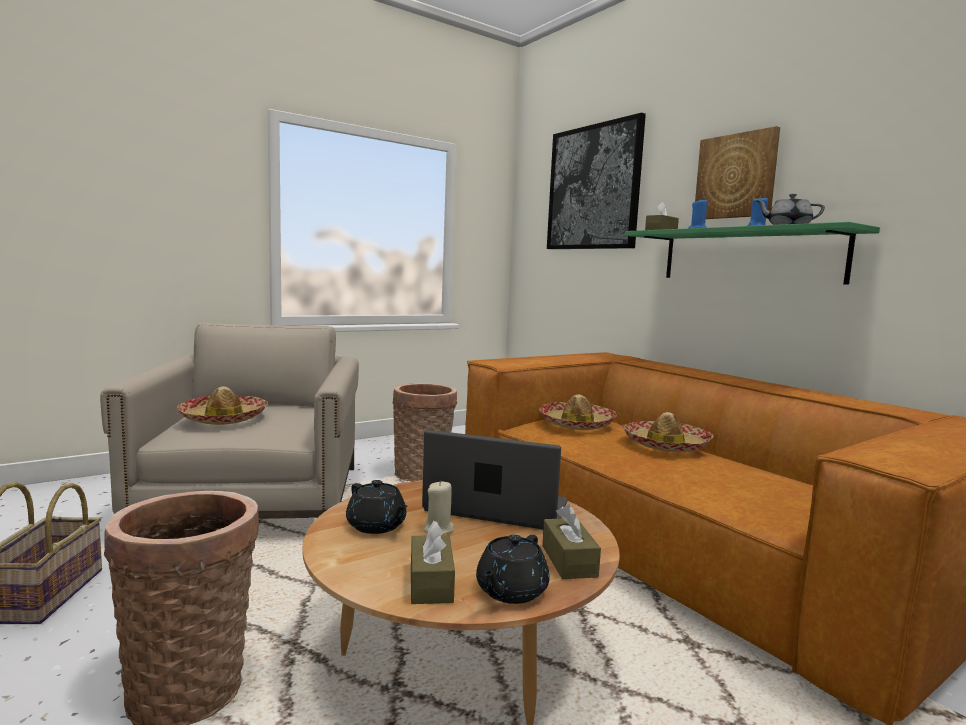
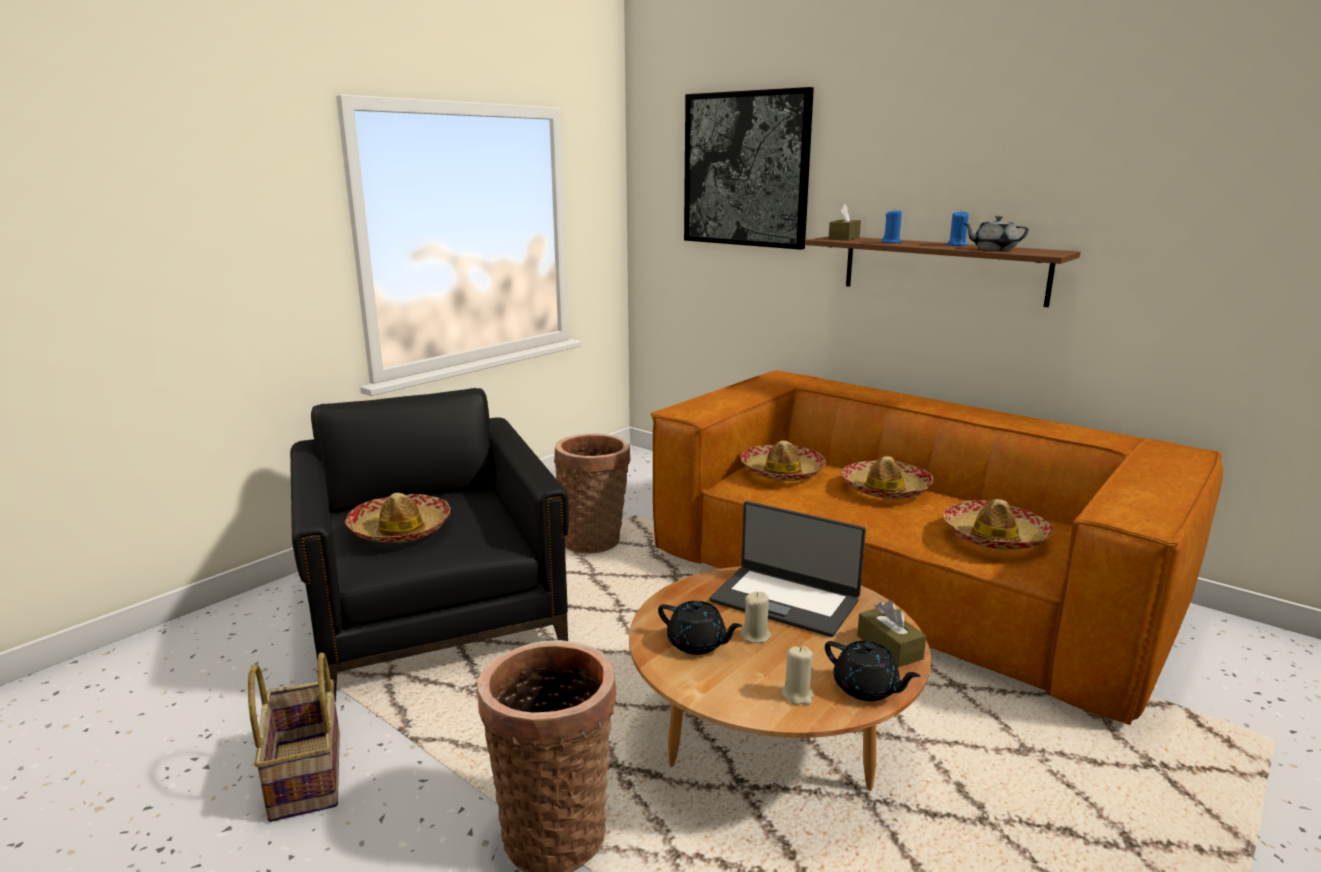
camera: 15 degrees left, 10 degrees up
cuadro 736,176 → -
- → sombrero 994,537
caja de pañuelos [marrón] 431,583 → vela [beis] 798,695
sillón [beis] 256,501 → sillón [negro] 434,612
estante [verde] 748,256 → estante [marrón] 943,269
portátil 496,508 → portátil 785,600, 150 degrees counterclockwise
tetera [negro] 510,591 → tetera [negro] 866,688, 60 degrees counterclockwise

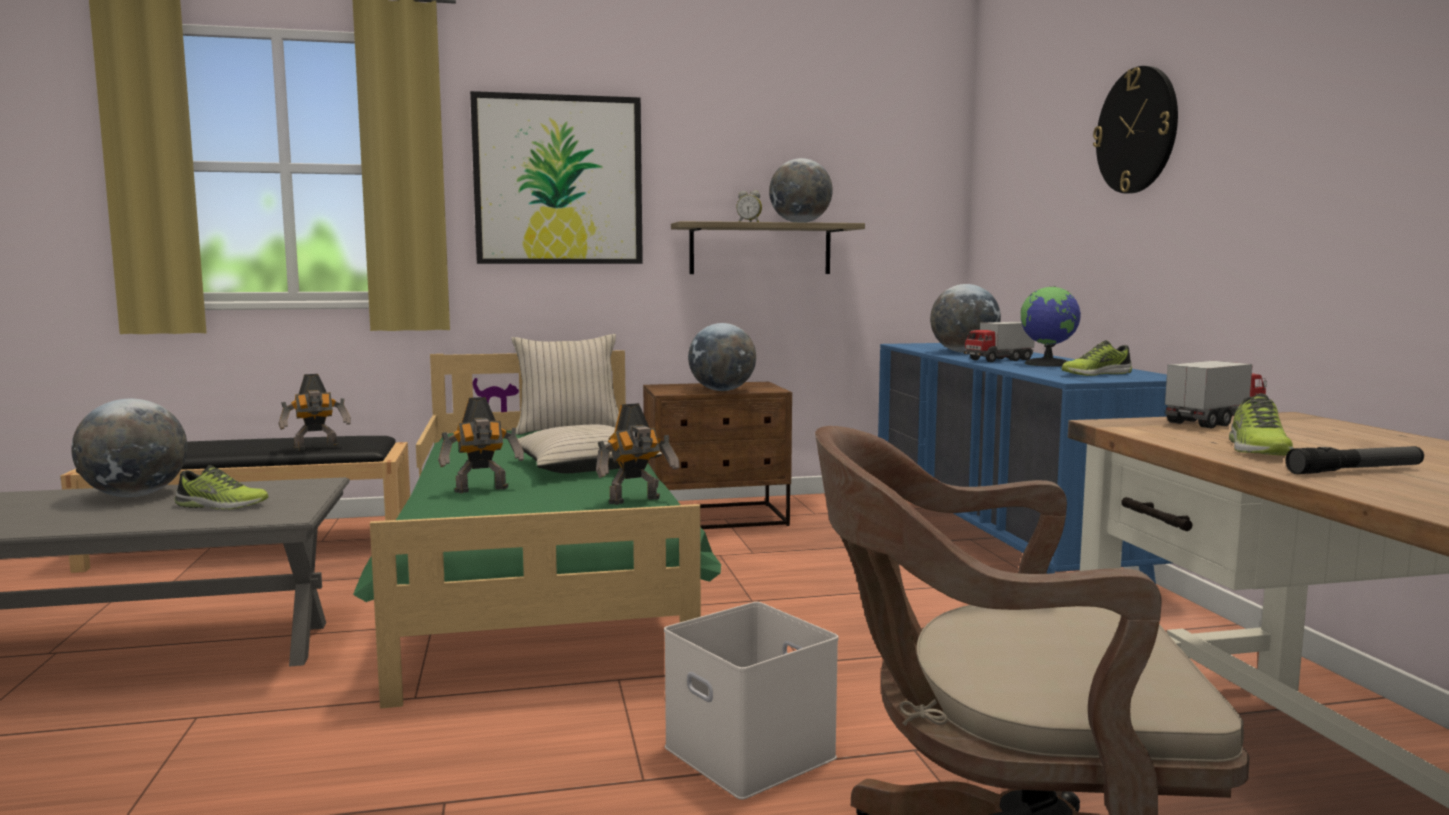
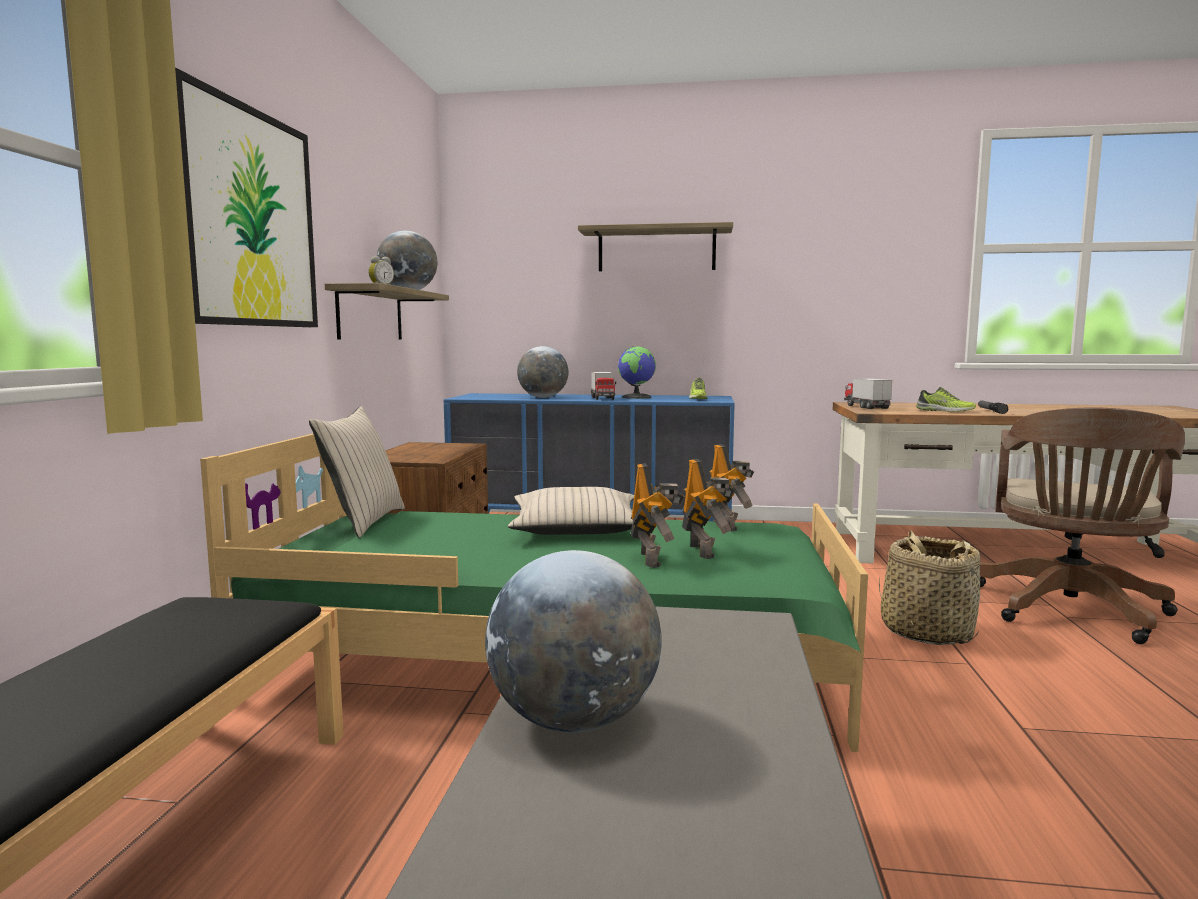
camera: 70 degrees left, 0 degrees up
zapato 221,505 → -
globo terráqueo 722,390 → -
robot de juguete 317,448 → robot de juguete 704,551, move
caja de almacenaje [blanco] 753,752 → cesta 926,632
reloj de pared 1137,130 → estante 656,250

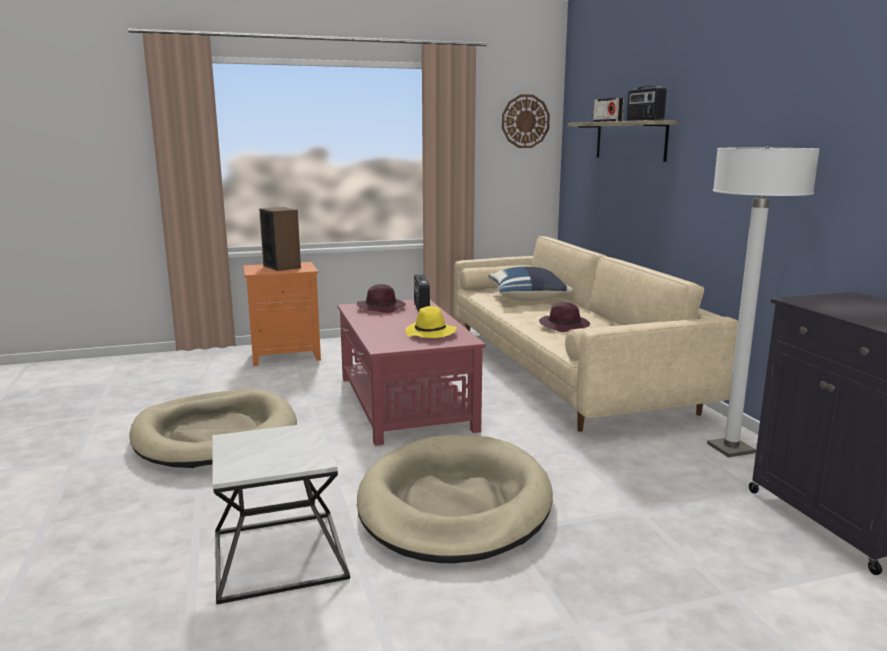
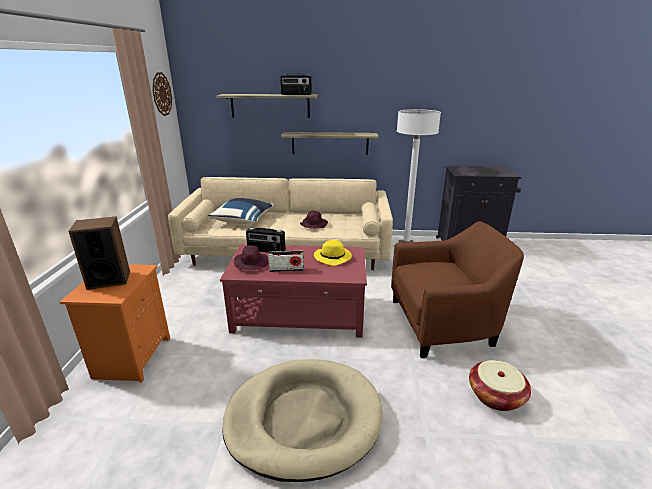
camera: 70 degrees left, 10 degrees up
- → estante 330,143
radio 607,121 → radio 286,269, move
mesa auxiliar 278,555 → cesta 495,396
cama para perro [beis] 454,504 → sillón [marrón] 444,323

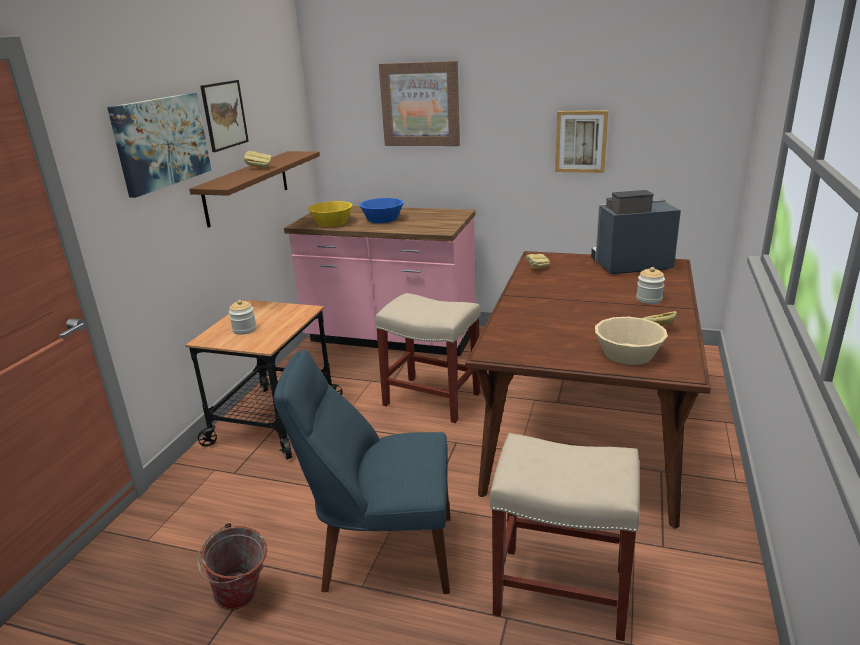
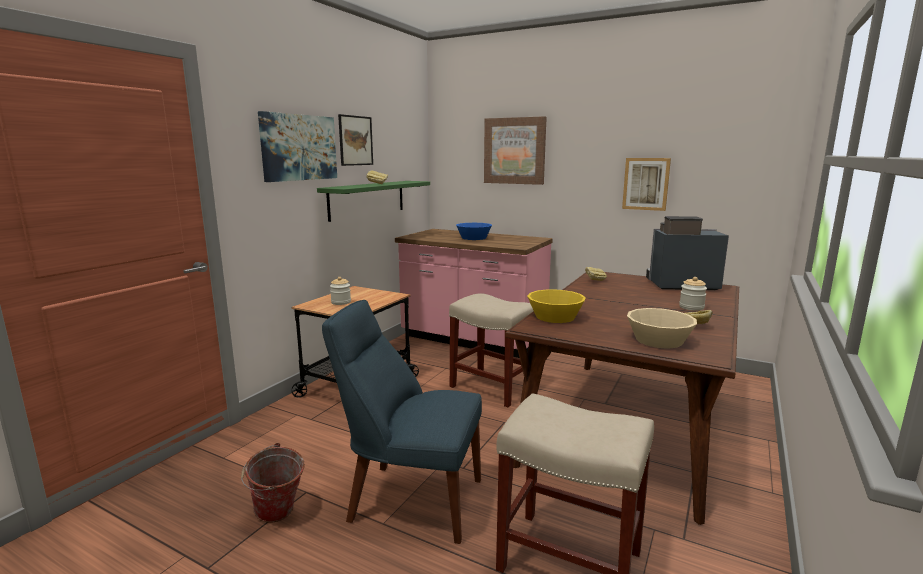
camera: 10 degrees right, 10 degrees down
cuenco [amarillo] 331,222 → cuenco [amarillo] 555,316, move
estante [marrón] 247,187 → estante [verde] 367,199

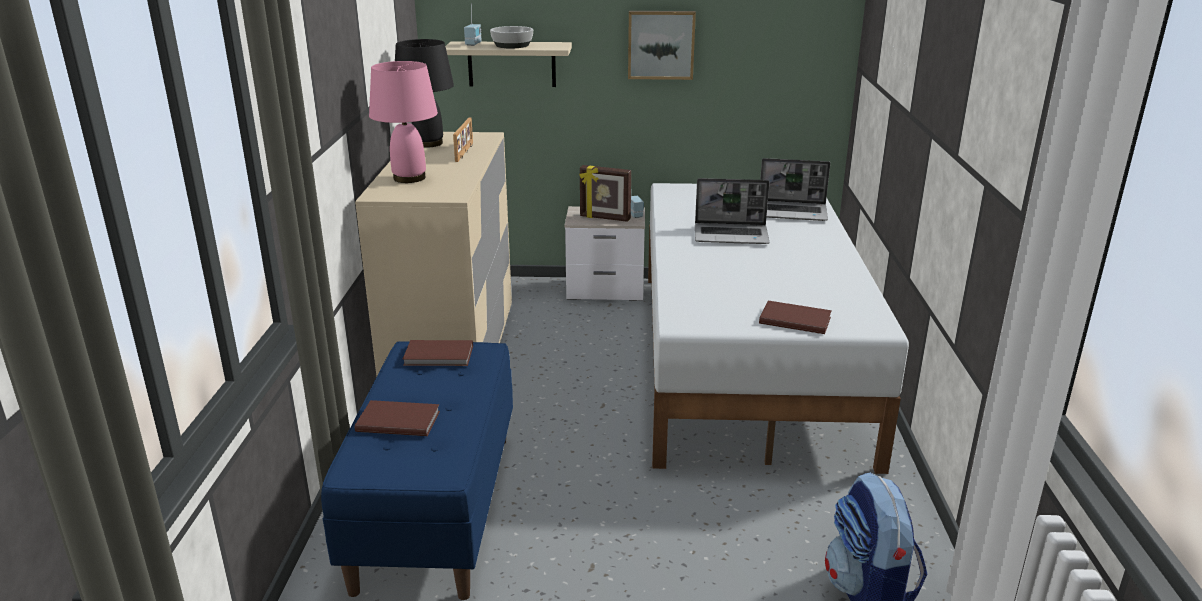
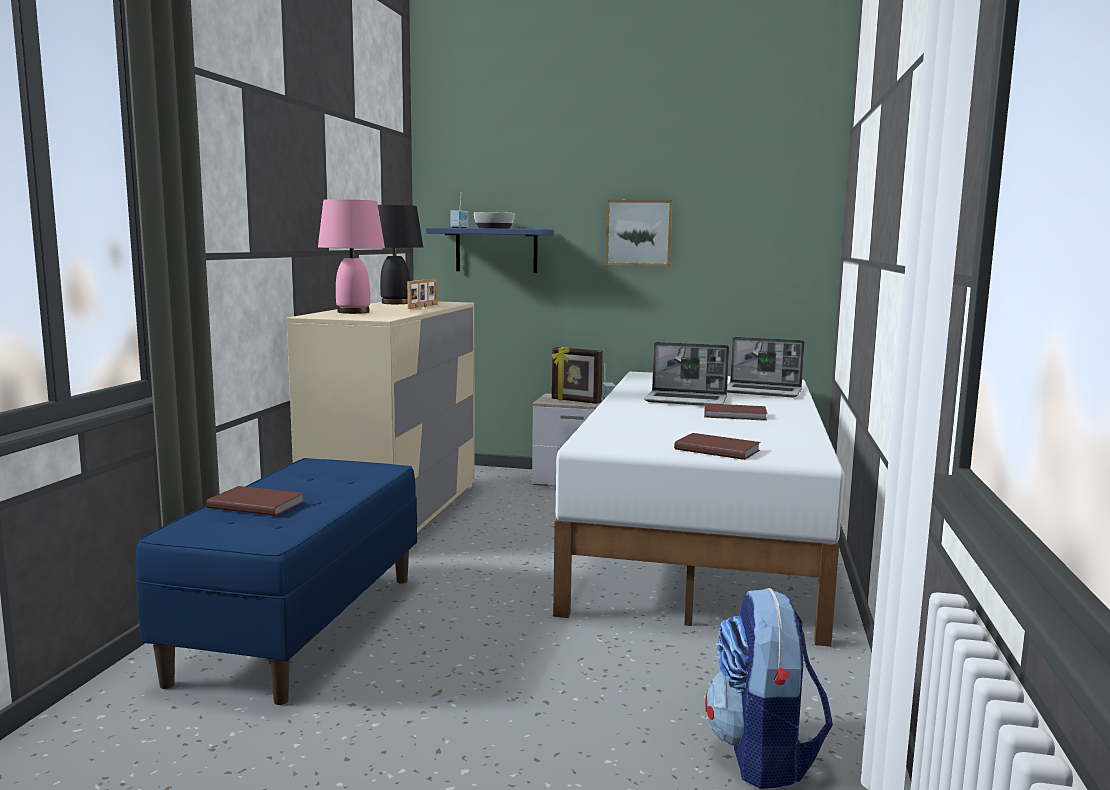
camera: 10 degrees right, 15 degrees down
libro [marrón] 439,356 → libro [marrón] 735,415, move
estante [beis] 511,64 → estante [azul] 496,250

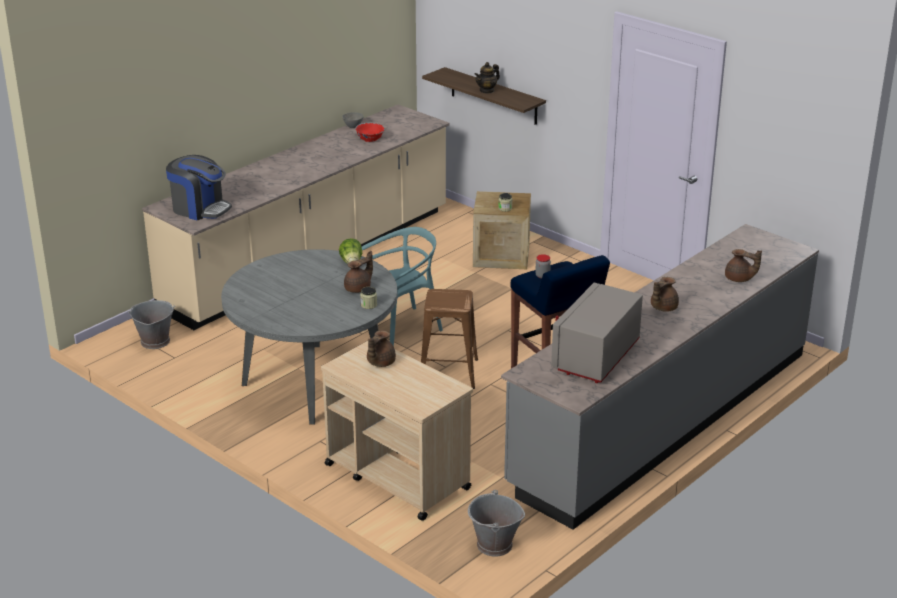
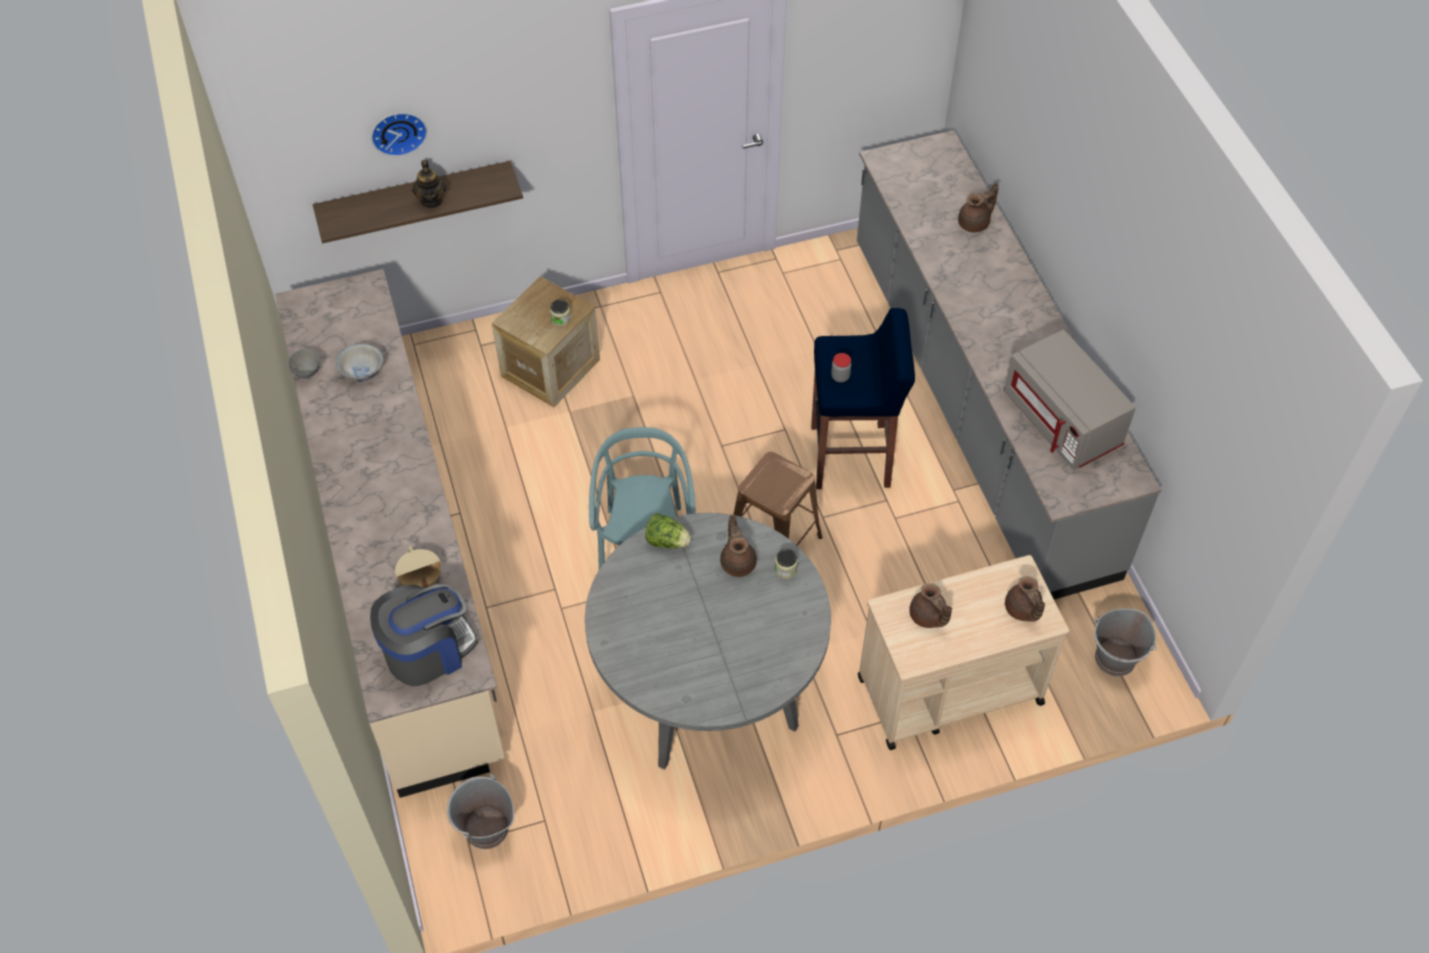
camera: 60 degrees left, 25 degrees up
- → reloj de pared 398,131
- → olla [beis] 420,581
tetera [marrón] 662,307 → tetera [marrón] 1022,610, move
cuenco [rojo] 369,139 → cuenco [blanco] 362,372

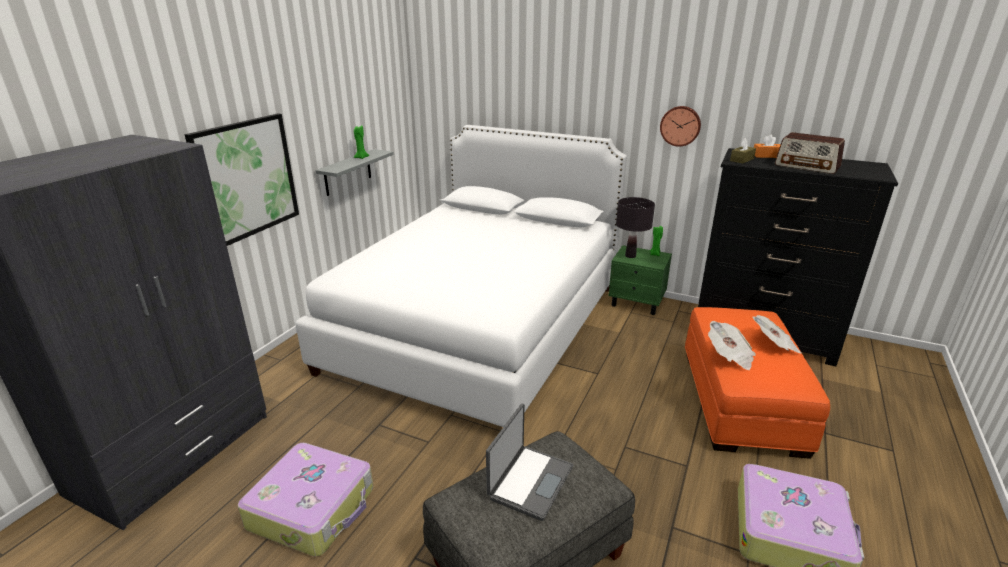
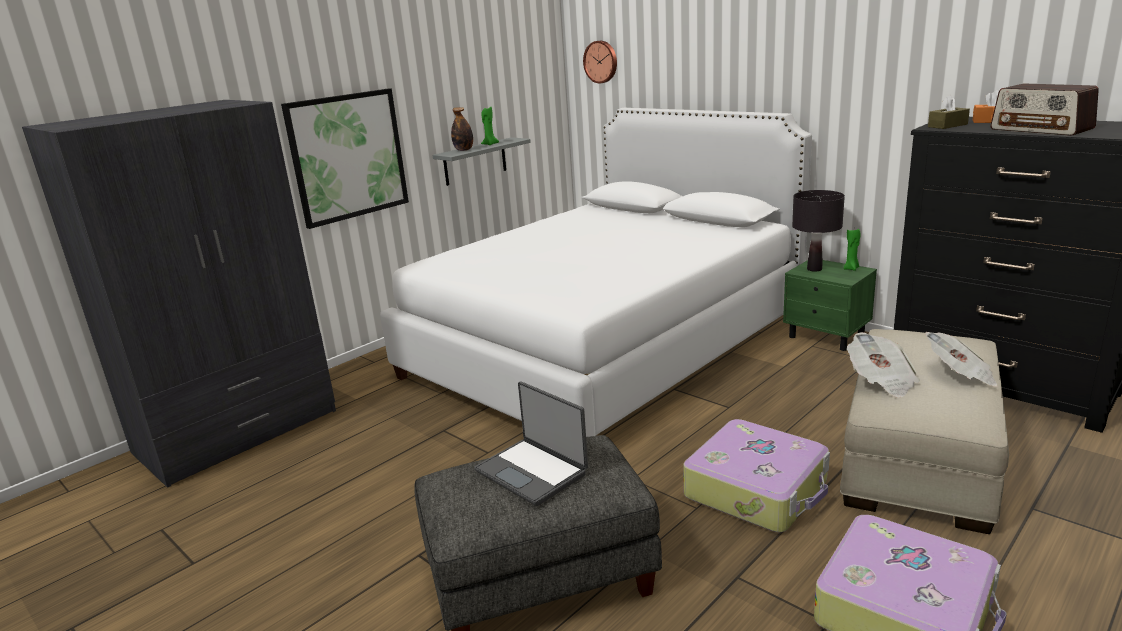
camera: 20 degrees right, 5 degrees down
- → botella 463,150
maleta 313,508 → maleta 757,489, move
reloj de pared 680,126 → reloj de pared 601,61, move
puf [naranja] 741,400 → puf [beis] 918,456
portátil 529,482 → portátil 533,472, 90 degrees clockwise

